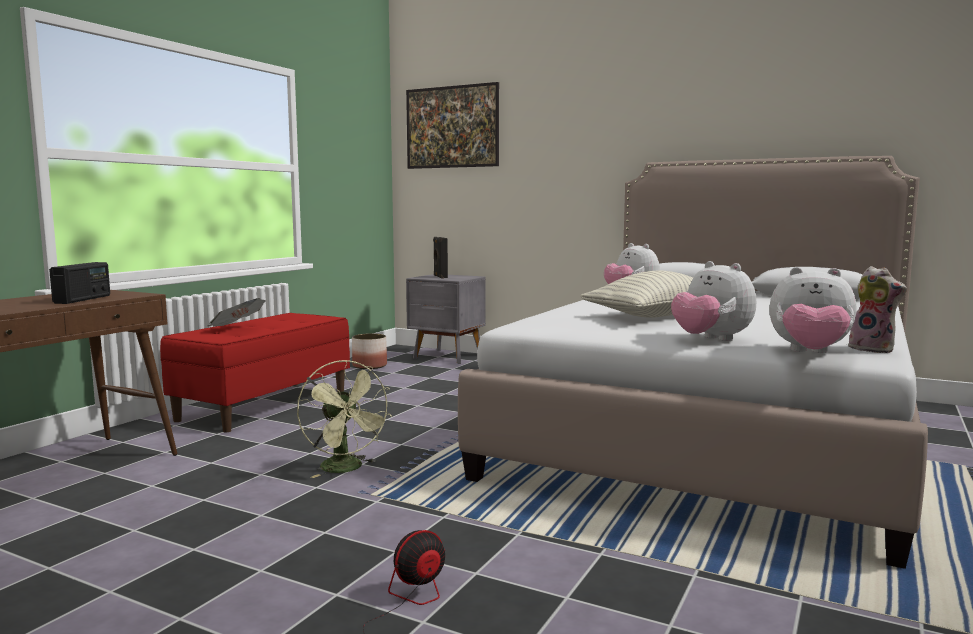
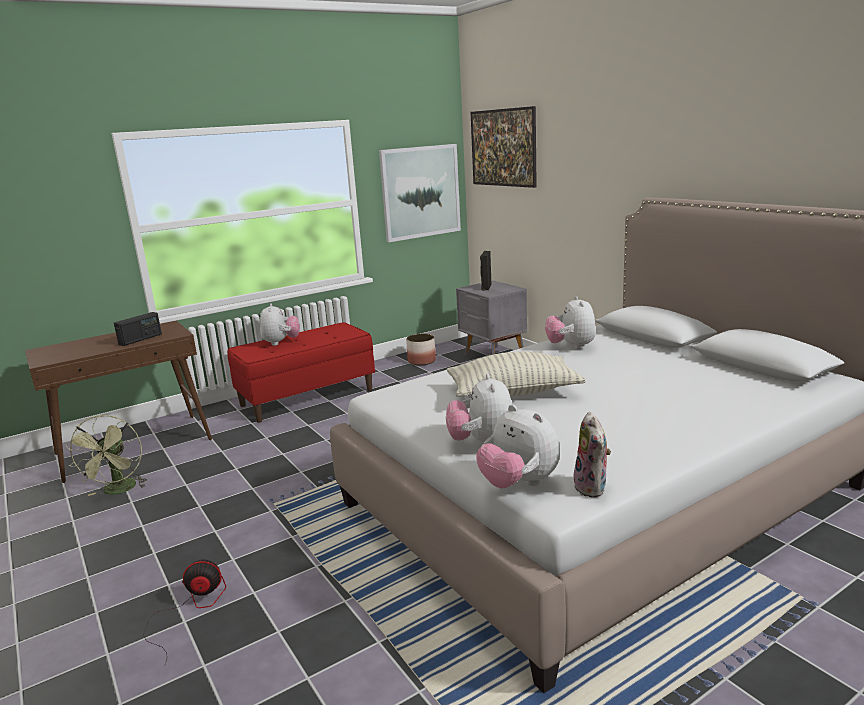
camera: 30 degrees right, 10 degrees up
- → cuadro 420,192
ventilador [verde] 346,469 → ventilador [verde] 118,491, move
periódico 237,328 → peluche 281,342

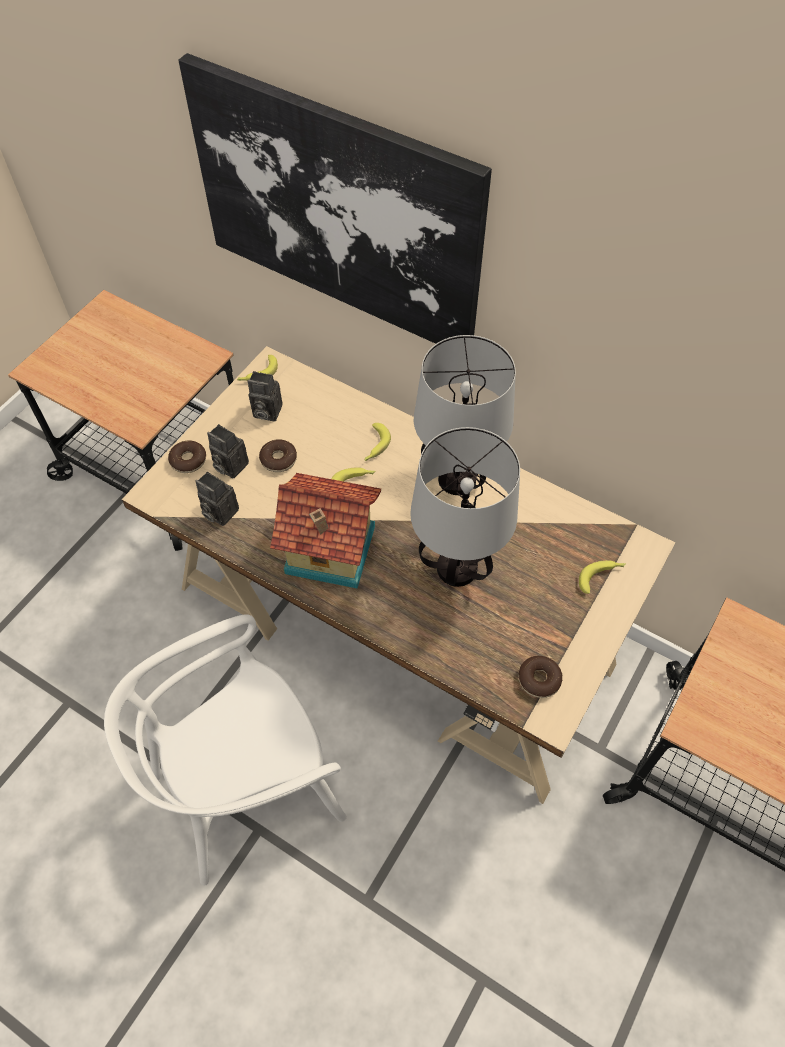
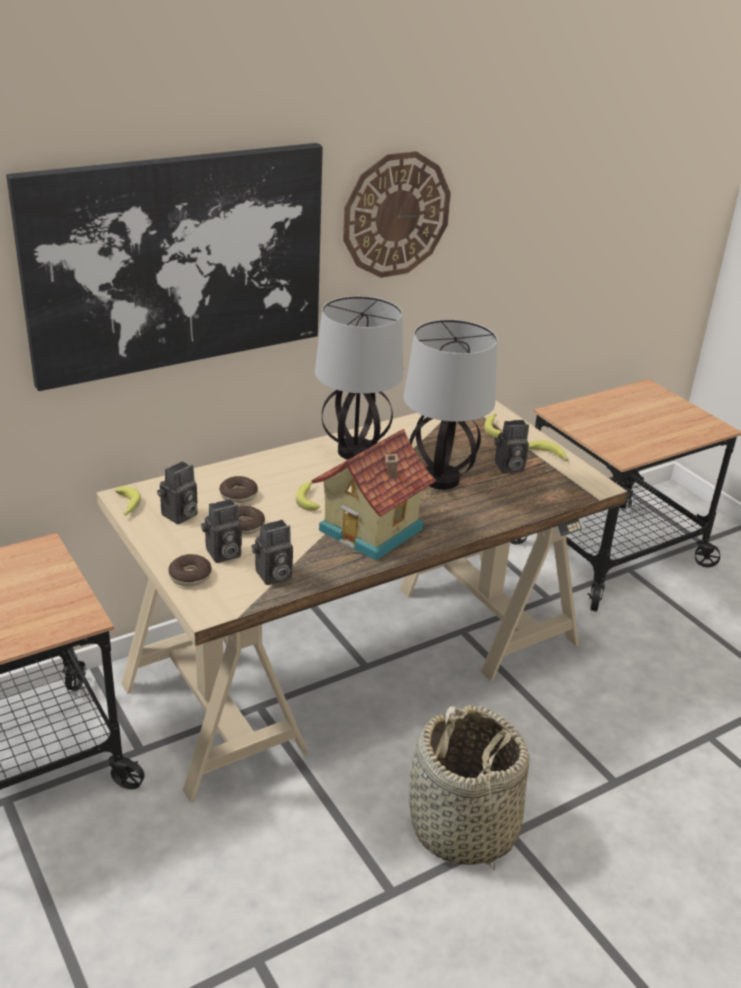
camera: 65 degrees left, 25 degrees down
- → reloj de pared 396,215
- → cámara 508,468
plátano 374,446 → plátano 549,456, move
rosquilla 539,679 → rosquilla 238,495, move
silla [blanco] 248,788 → cesta 463,828

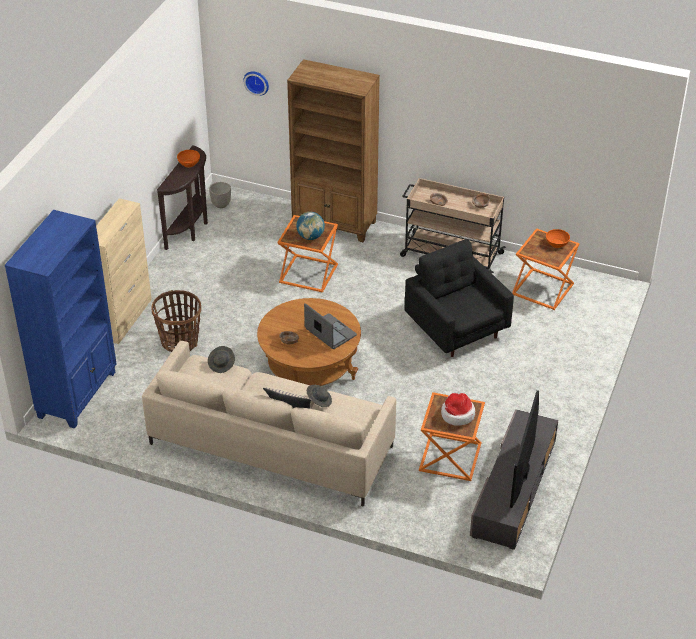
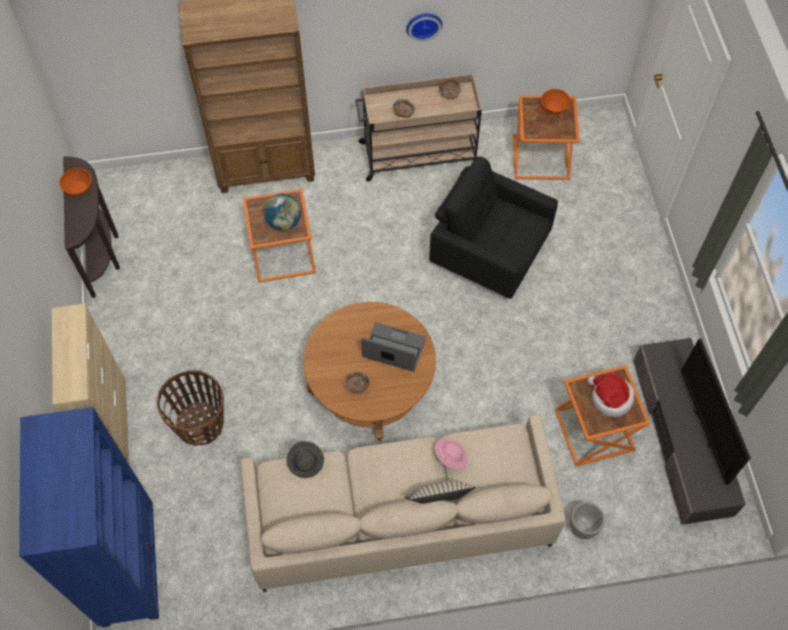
camera: 30 degrees left, 20 degrees up
maceta 221,205 → maceta 582,527, move
reloj de pared 257,82 → reloj de pared 423,24, move
sombrero [gris] 319,400 → sombrero [rosa] 450,456

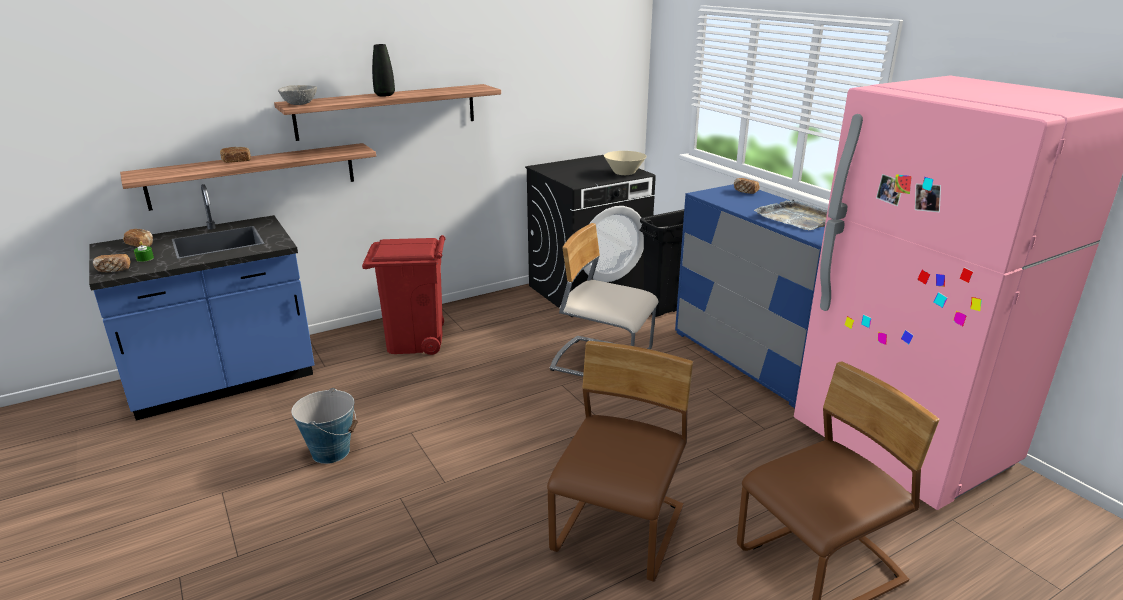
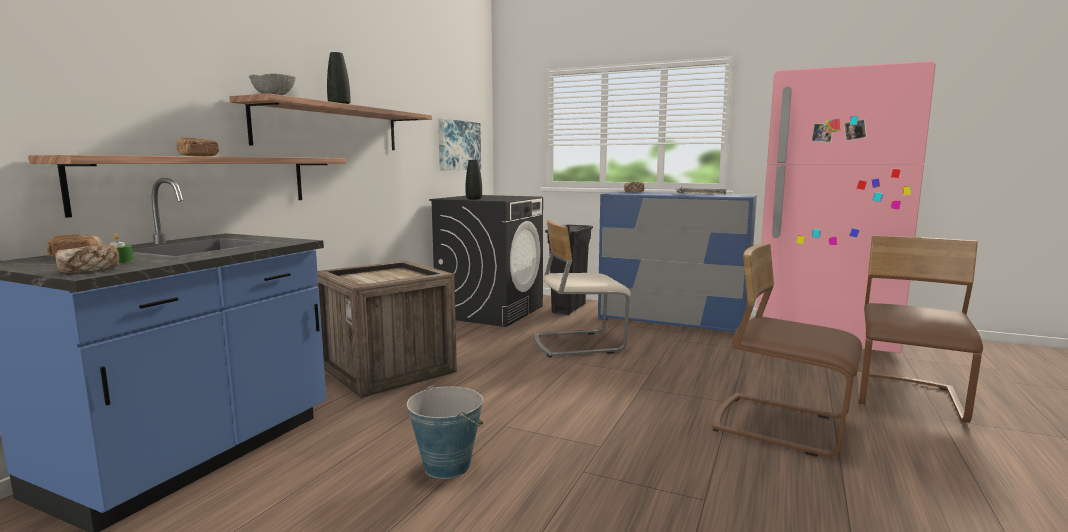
camera: 35 degrees left, 15 degrees down
cuenco [beis] 624,173 → -
- → cuadro 458,145
- → florero [negro] 474,199
papelera [rojo] 415,341 → caja de embalaje 390,369
silla [marrón] 620,532 → silla [marrón] 781,425, 45 degrees counterclockwise

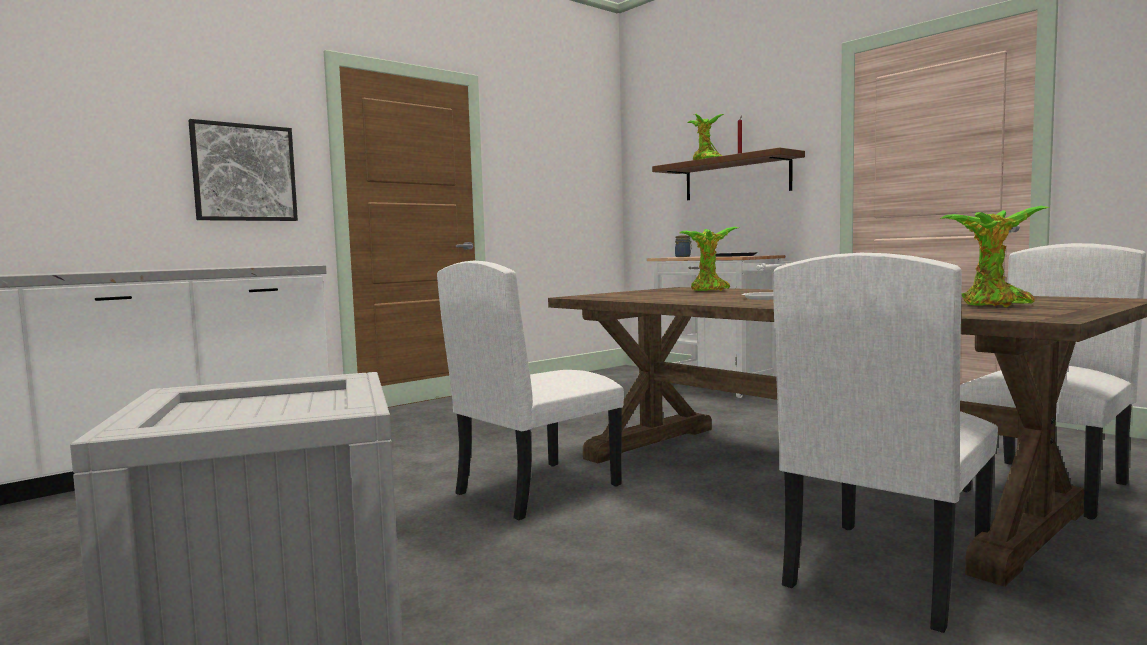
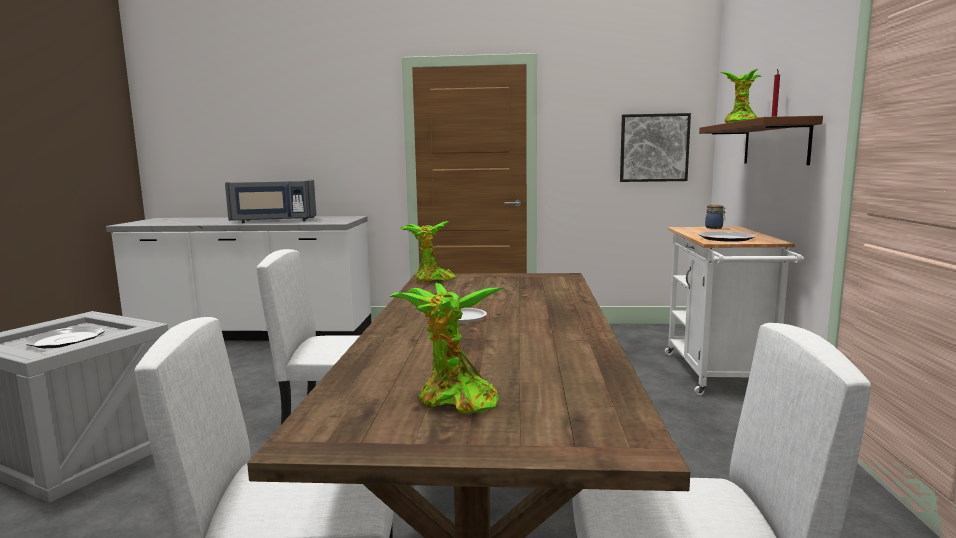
camera: 45 degrees right, 5 degrees up
- → plato 66,340
- → microondas [gris] 273,221
cuadro 244,173 → cuadro 654,148, move
planta en maceta 709,290 → planta en maceta 431,280, move

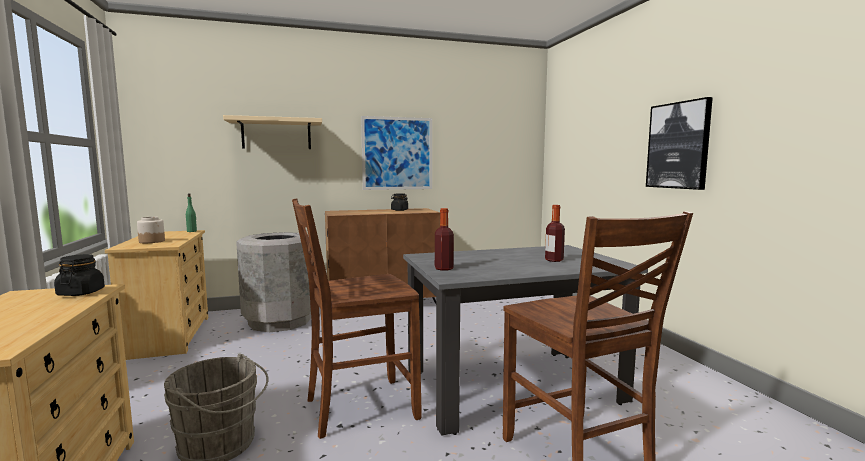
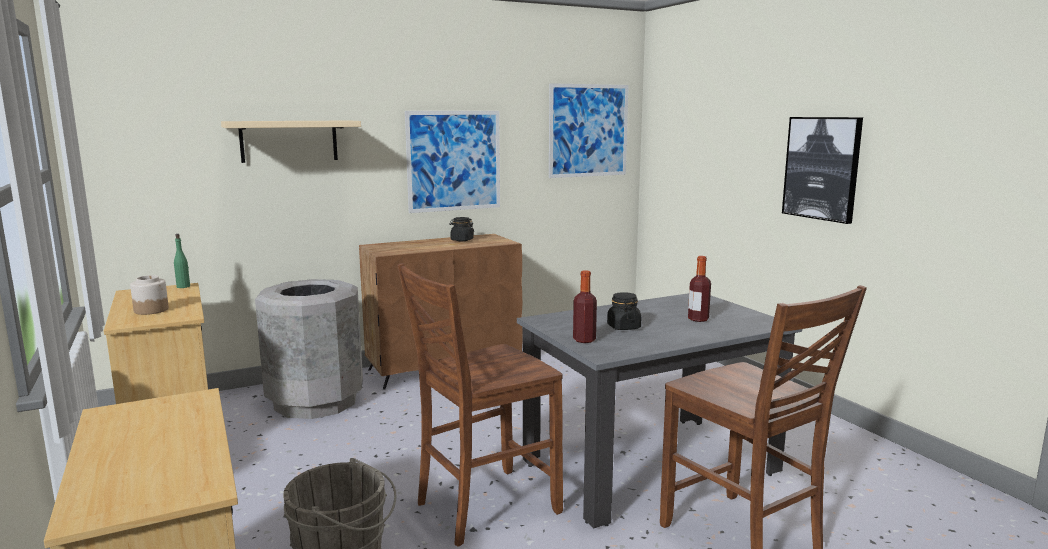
camera: 10 degrees left, 5 degrees up
- → cuadro 588,130
tarro [negro] 81,293 → tarro [negro] 623,327, move

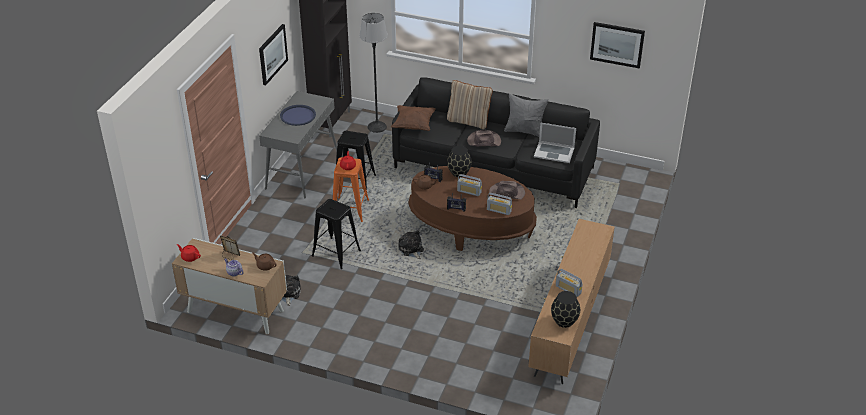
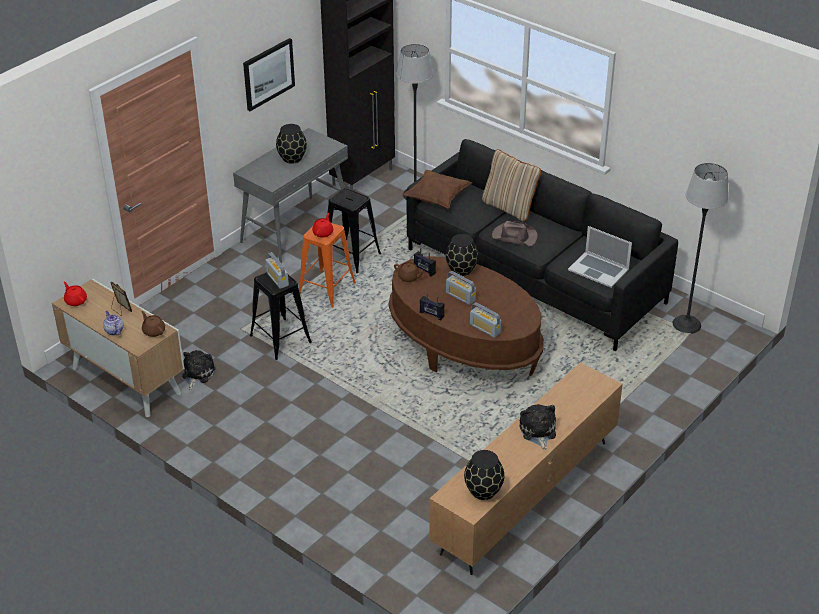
camera: 20 degrees right, 0 degrees up
sombrero [marrón] 507,193 → -
cojín [gris] 524,131 → -
cuadro 617,44 → -
- → lámpara de pie 687,324
peluche 411,249 → peluche 538,431, move
radio 568,289 → radio 277,279, move
bandeja [azul] 298,116 → florero [negro] 292,158

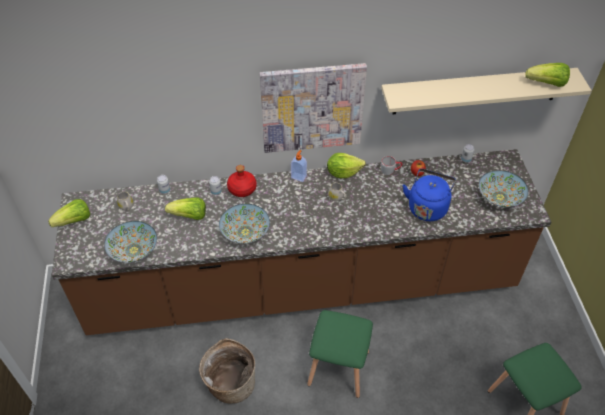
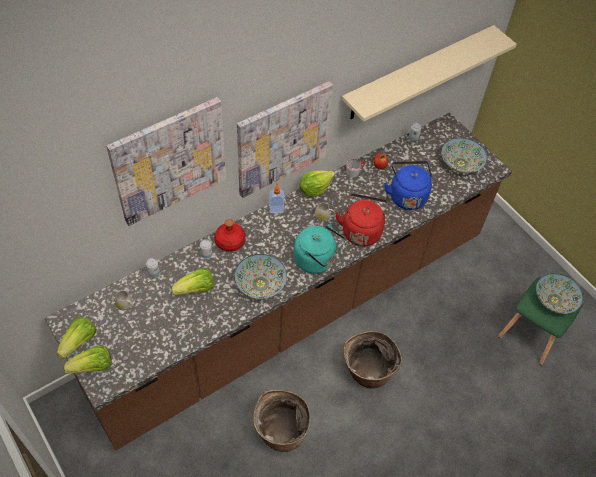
camera: 30 degrees left, 5 degrees up
- → cuadro 169,161
- → hervidor [turquesa] 317,260
- → hervidor [rojo] 361,230
cuenco 133,250 → cuenco 554,300, move
lechuga 547,83 → lechuga 93,367, move
taburete [verde] 338,367 → cesta 367,372

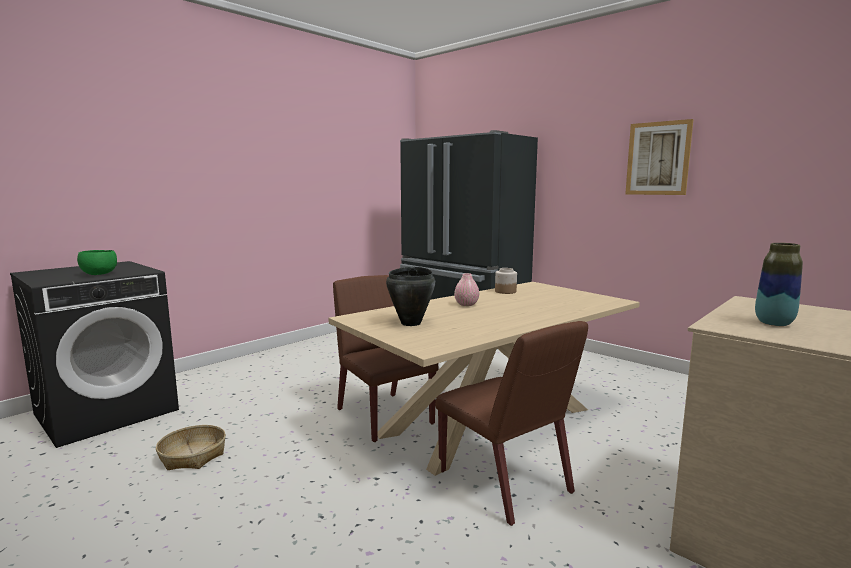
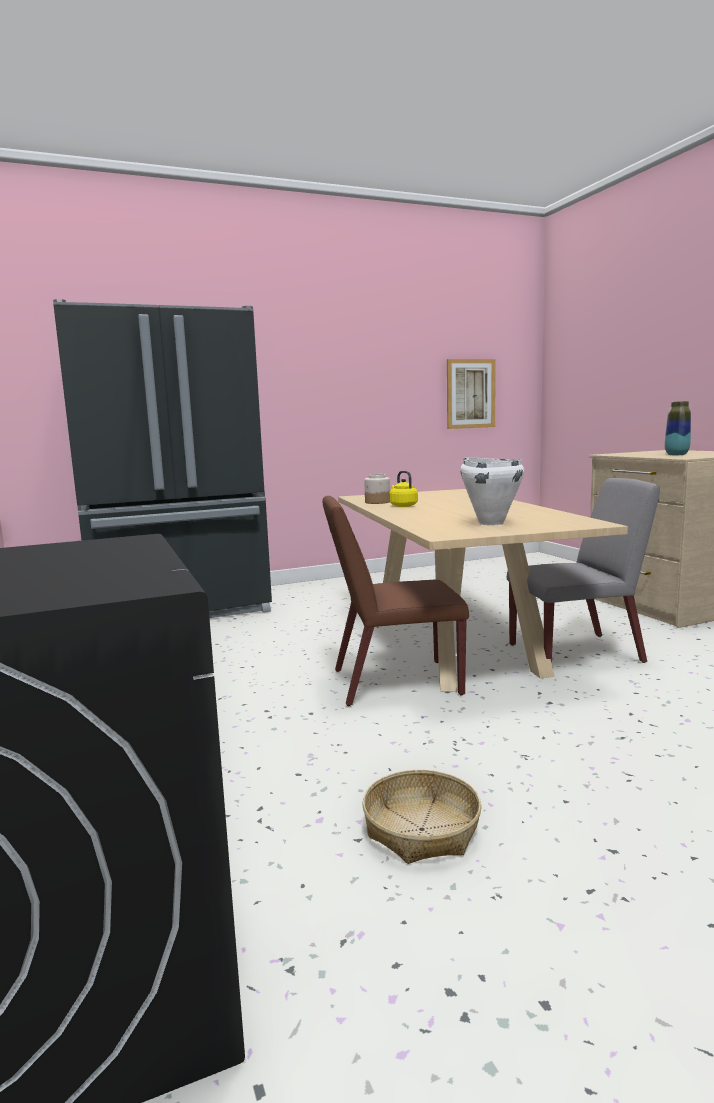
camera: 65 degrees left, 0 degrees up
cuenco [verde] 98,274 → -
florero [rosa] 466,304 → -
- → hervidor [amarillo] 402,505
cuadro 658,158 → cuadro 470,394, move
olla [negro] 411,323 → olla [blanco] 491,523
silla [marrón] 505,482 → silla [gris] 576,653

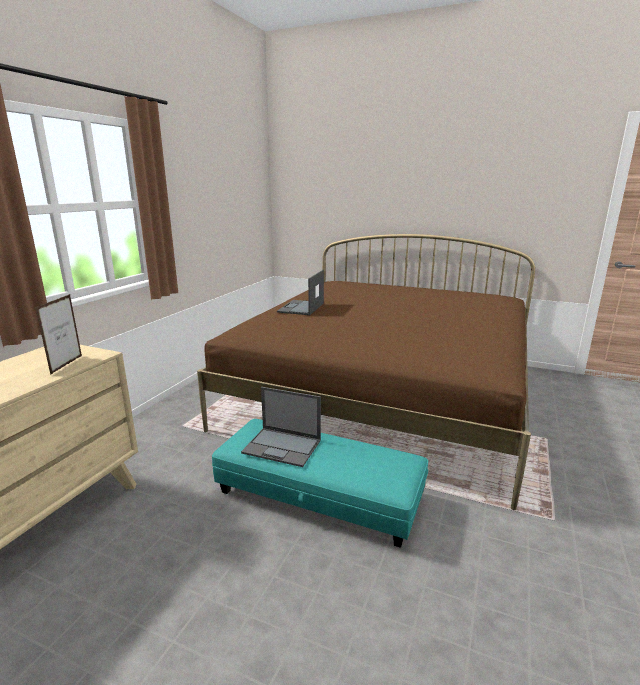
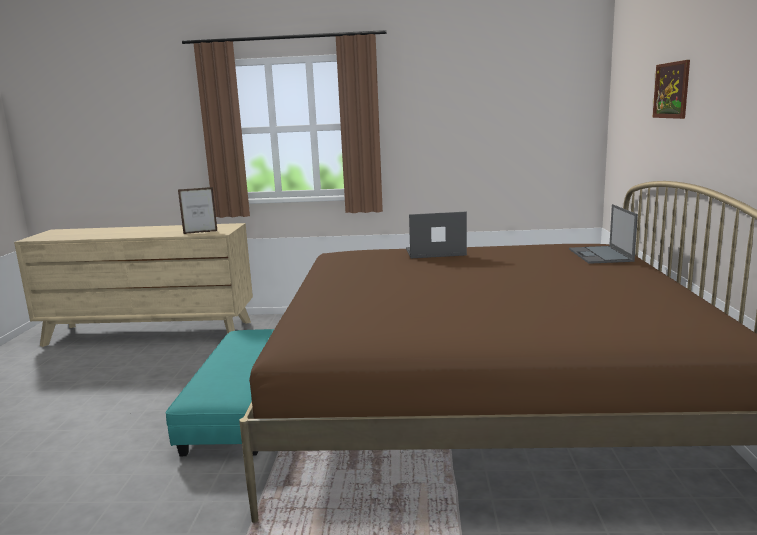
camera: 70 degrees right, 5 degrees down
- → cuadro 671,90
portátil 283,447 → portátil 601,255, move

